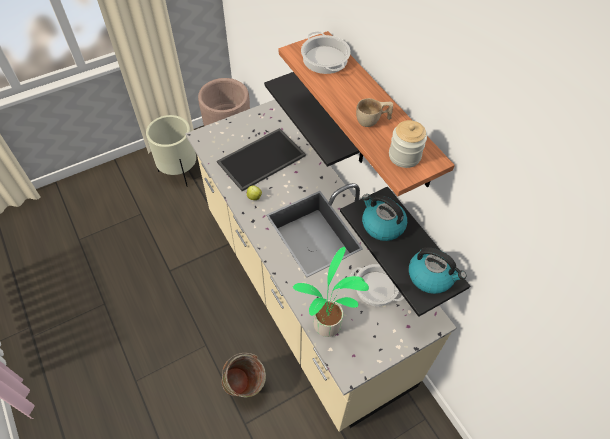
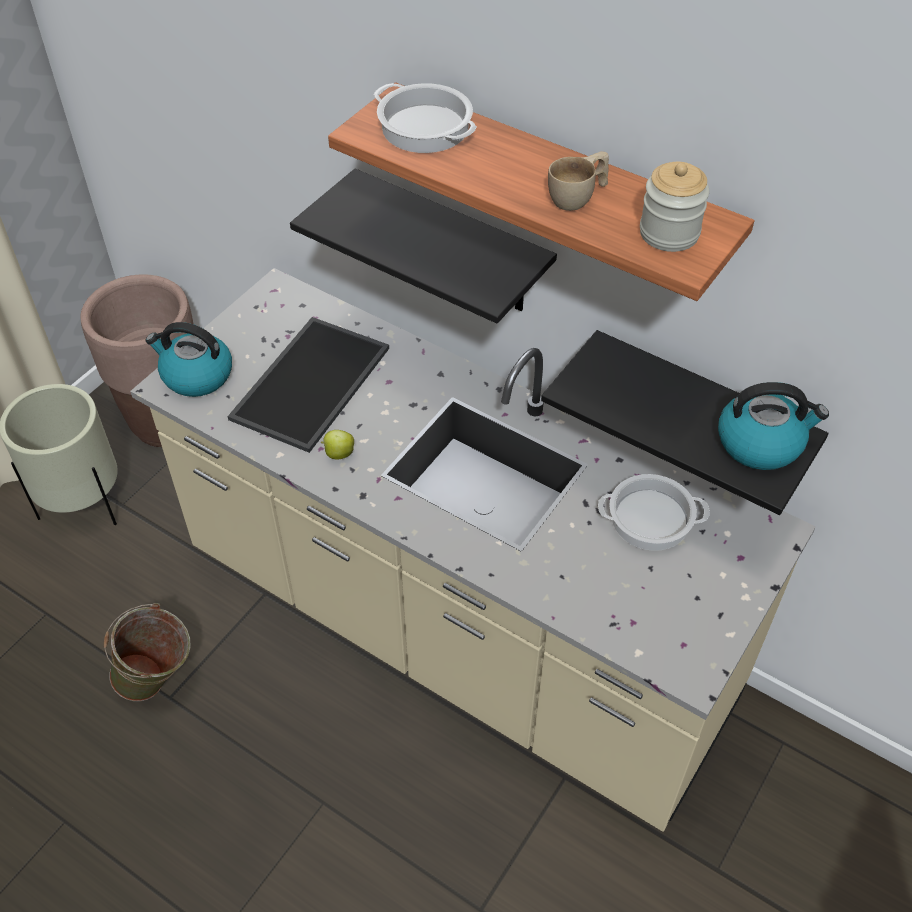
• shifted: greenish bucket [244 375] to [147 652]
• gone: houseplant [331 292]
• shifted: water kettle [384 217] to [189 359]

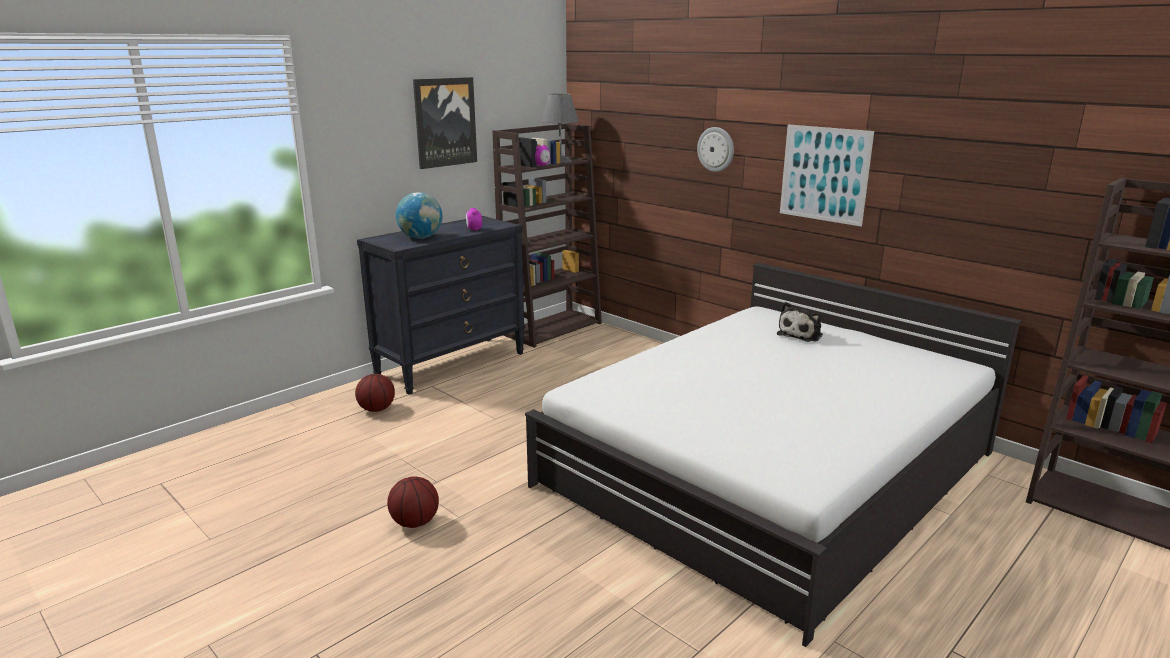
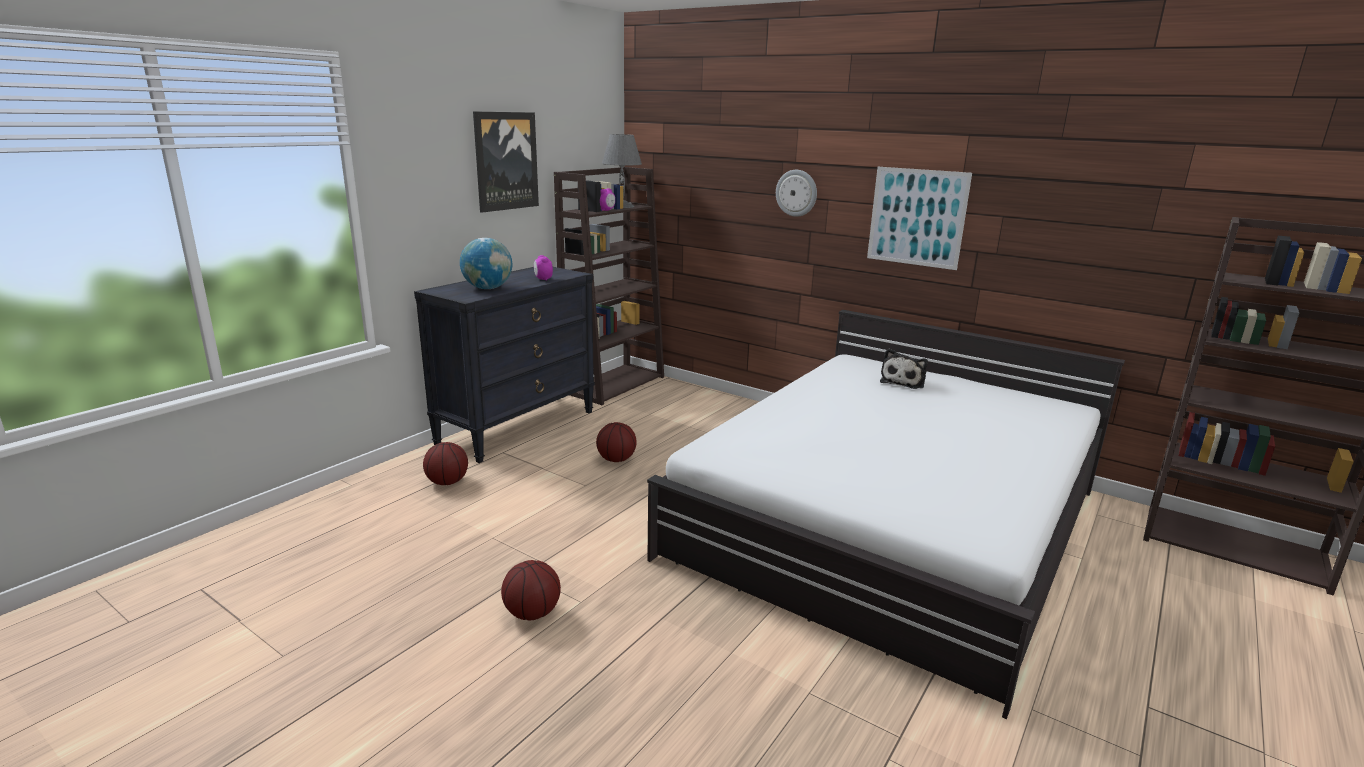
• new: ball for basketball [616 442]

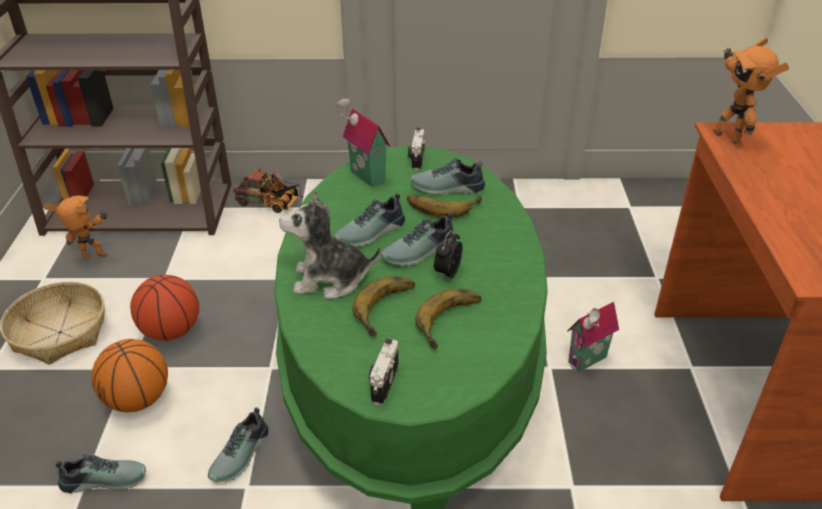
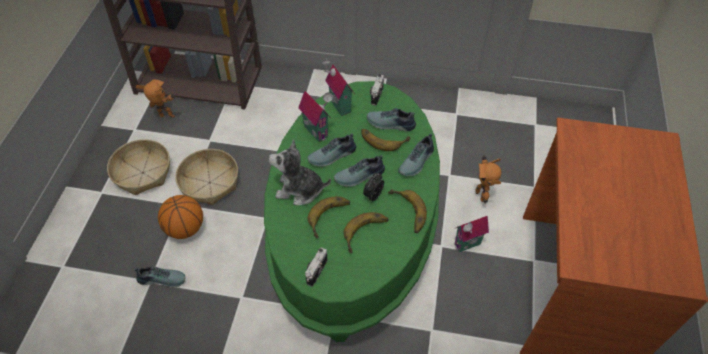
• swapped: ball for basketball [164 308] to storage basket [206 177]
• shifted: low shoe [238 444] to [416 154]
• gone: toy truck [268 191]
• shifted: model robot [751 90] to [488 179]
• new: model house [315 116]
• new: whole banana [407 211]

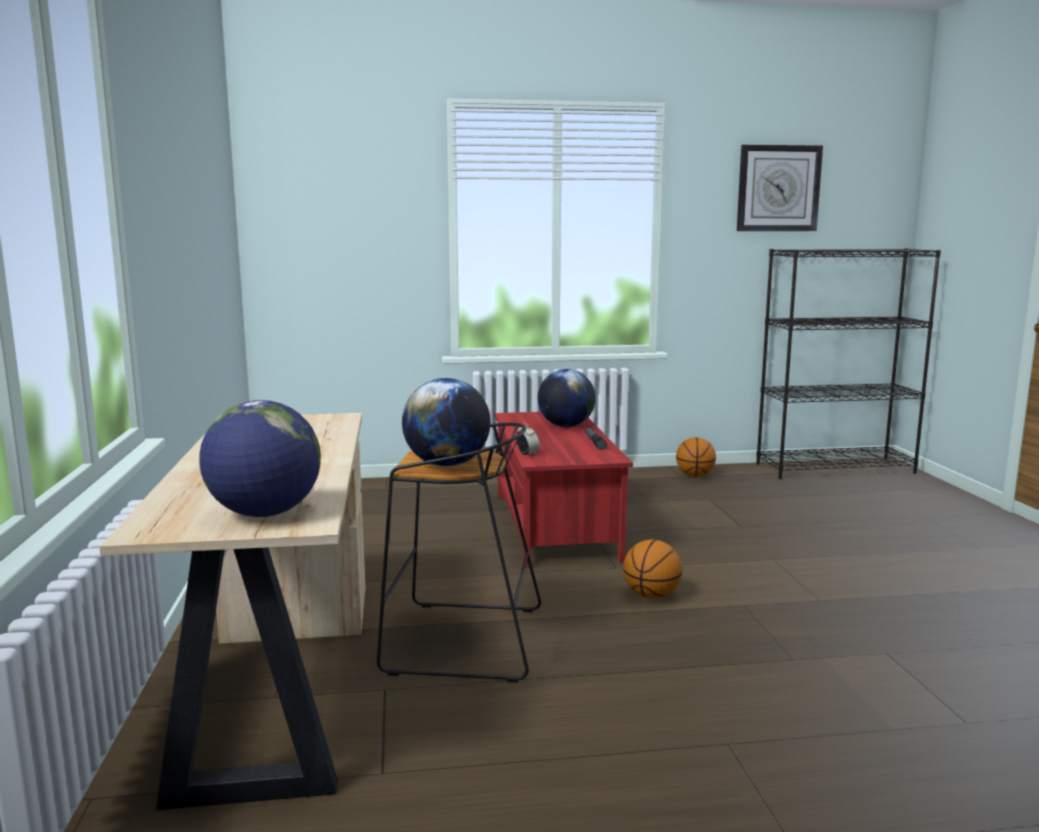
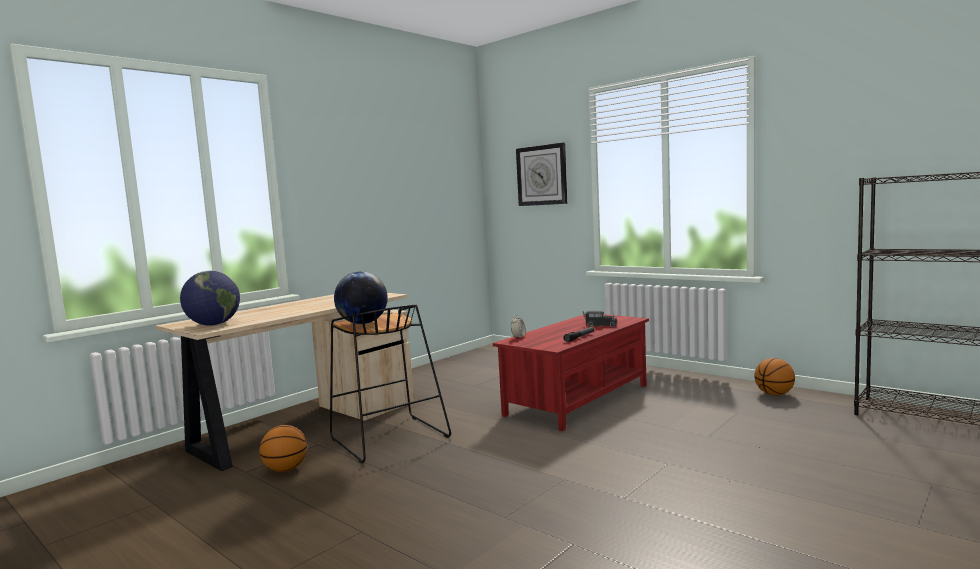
• swapped: world globe [567 398] to toy truck [600 319]
• shifted: ball for basketball [652 569] to [283 448]
• shifted: hanging clock [780 188] to [541 174]

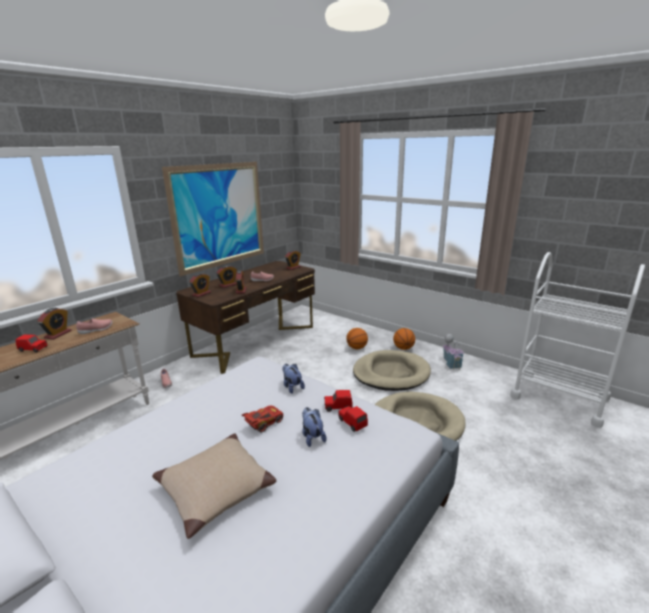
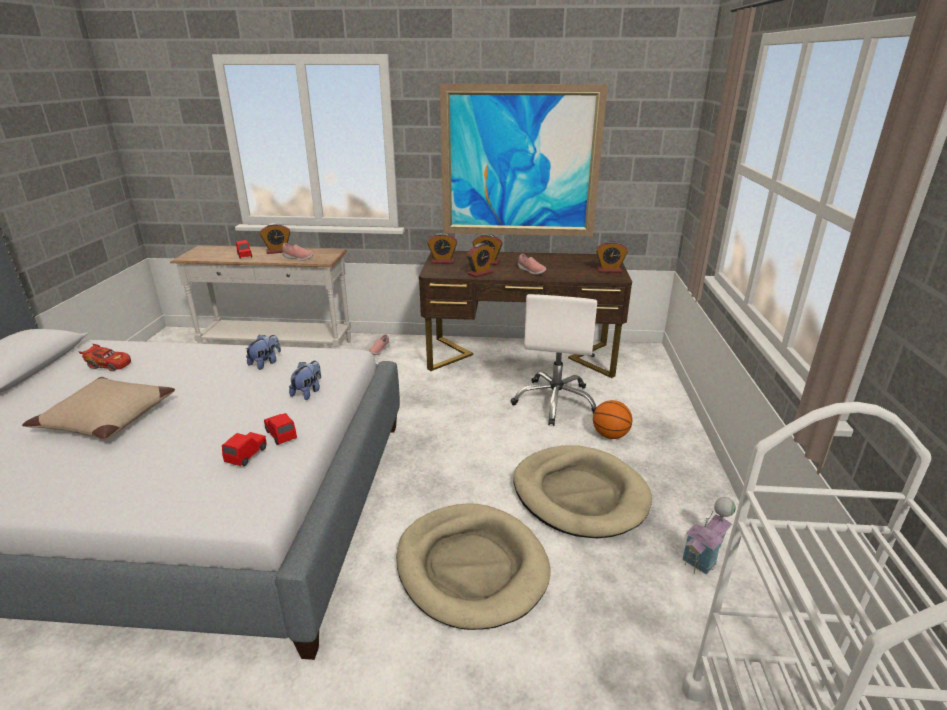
• shifted: red-coloured model car [262 419] to [104 357]
• shifted: soft toy [314 427] to [263 352]
• gone: ball for basketball [404 339]
• new: white office chair [554 360]

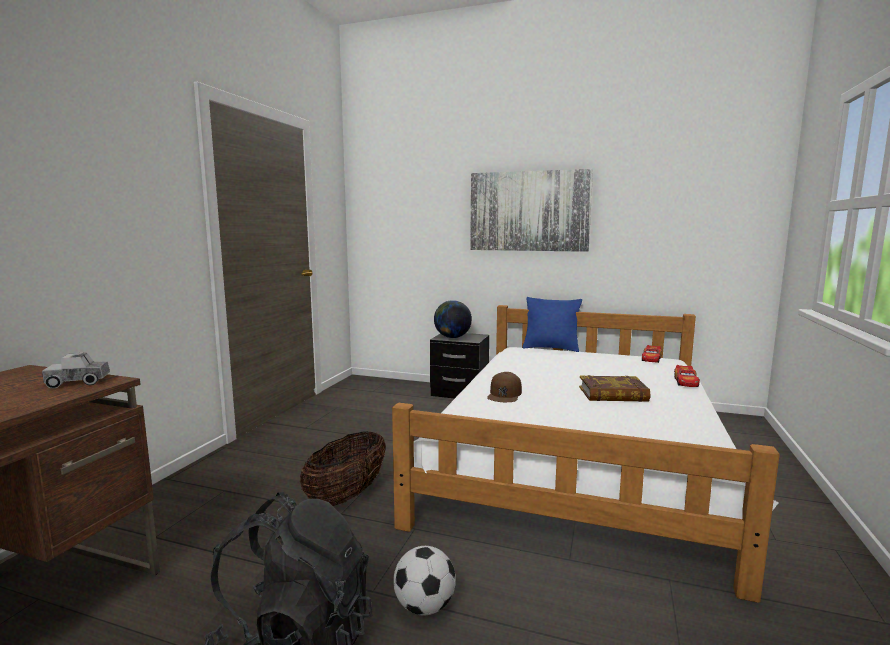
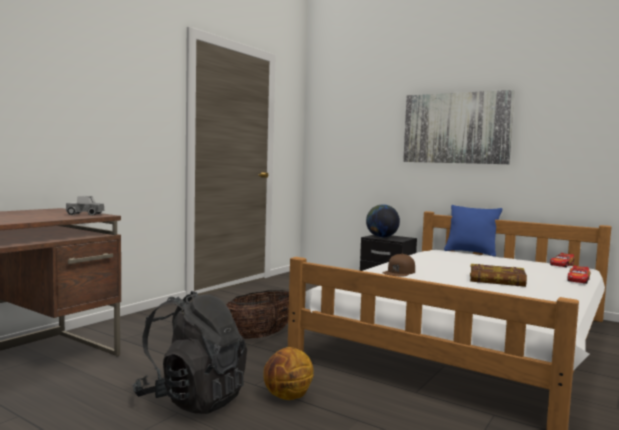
• swapped: football [424 580] to ball for basketball [289 373]

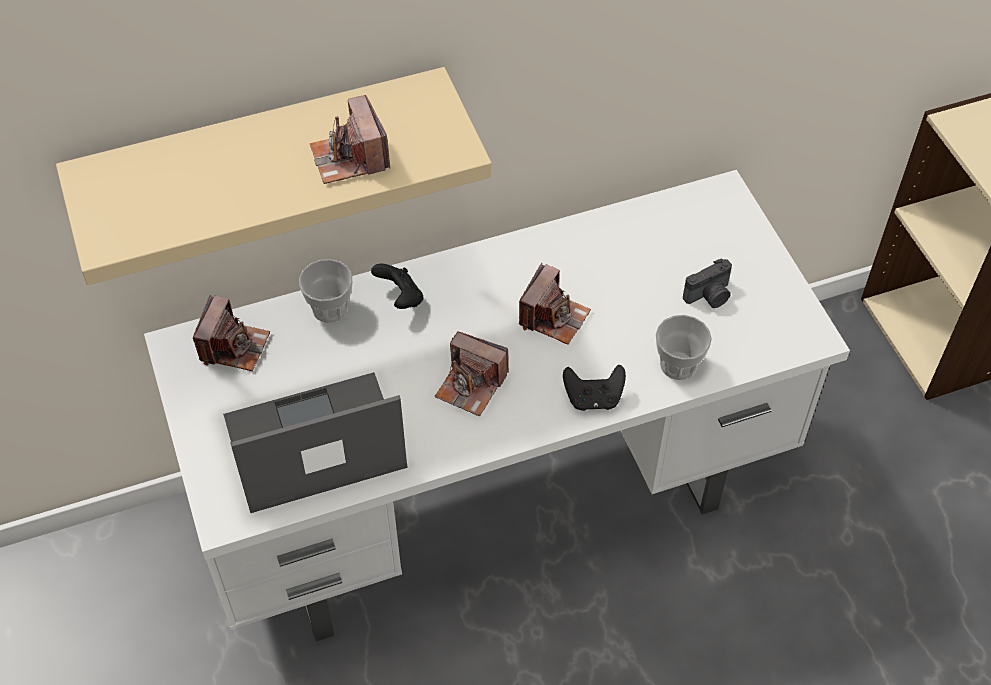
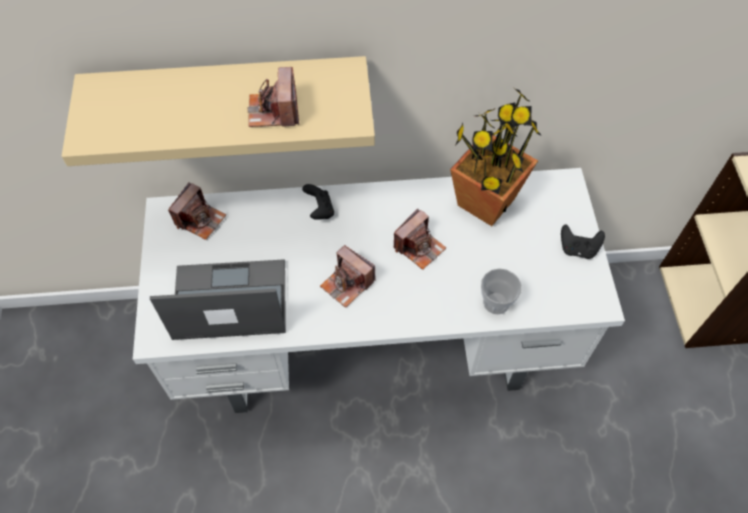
• gone: small cup [326 291]
• shifted: black-coloured game controller [594 388] to [583 241]
• gone: photo camera [707 283]
• new: houseplant [496 156]

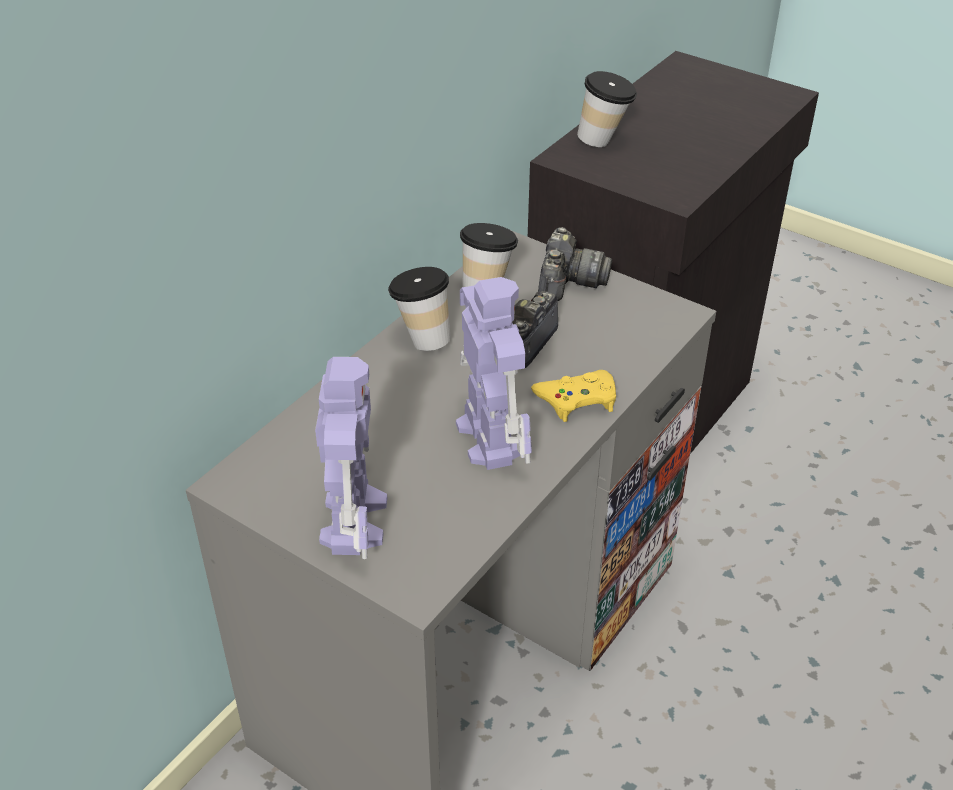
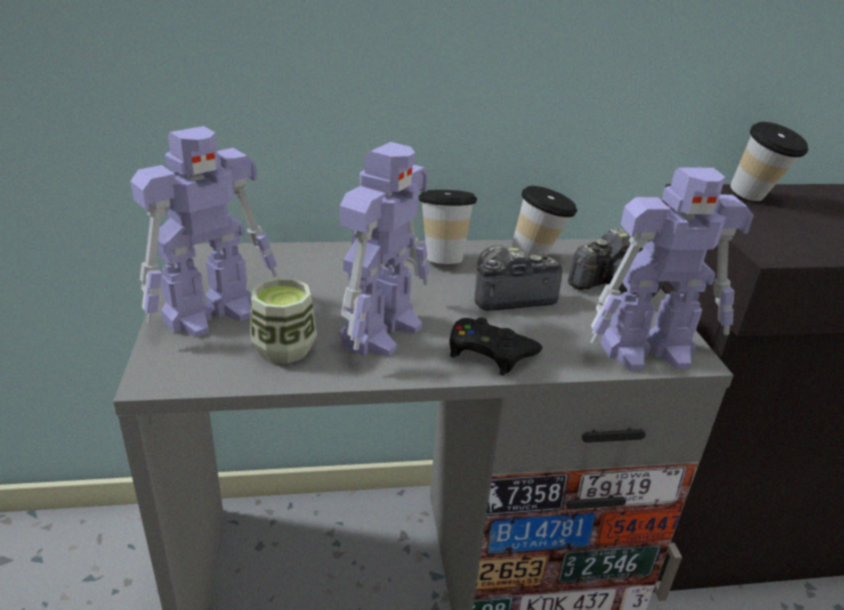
• repainted: yellowish game controller [573 396] to black-coloured game controller [496 347]
• new: small cup [283 321]
• new: model robot [672 268]

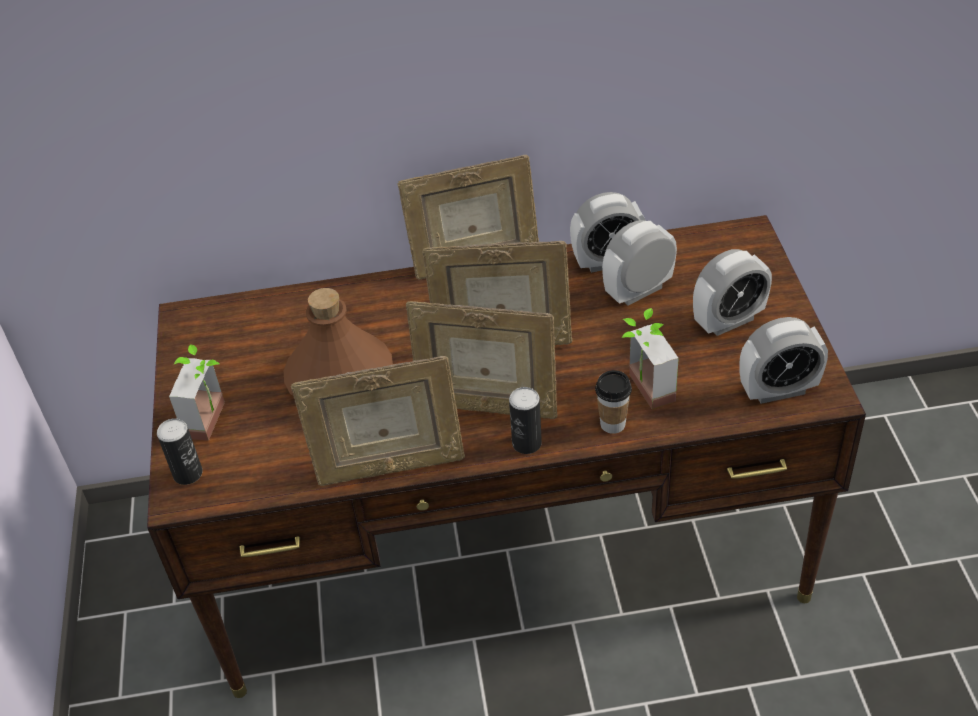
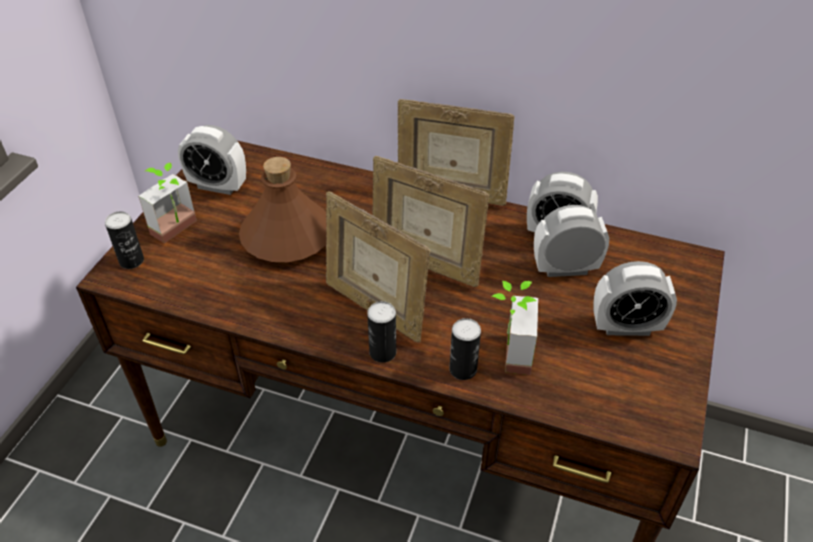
• gone: standing frame [378 421]
• swapped: small cup [613 402] to sealed can [465 349]
• shifted: alarm clock [783 360] to [212 160]

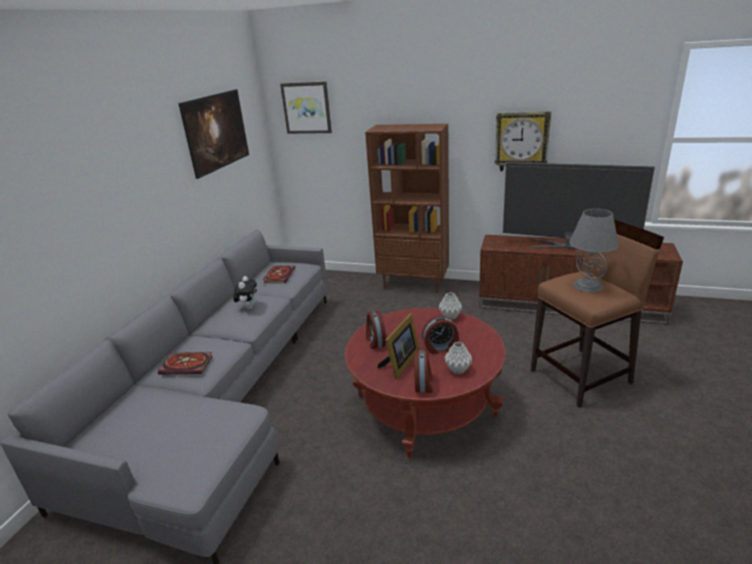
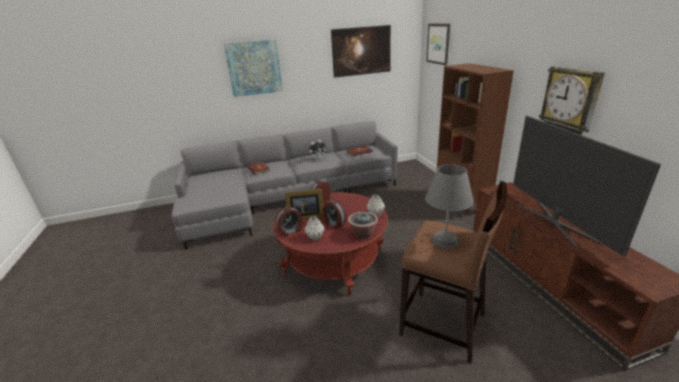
• new: wall art [253 68]
• new: houseplant [363 225]

